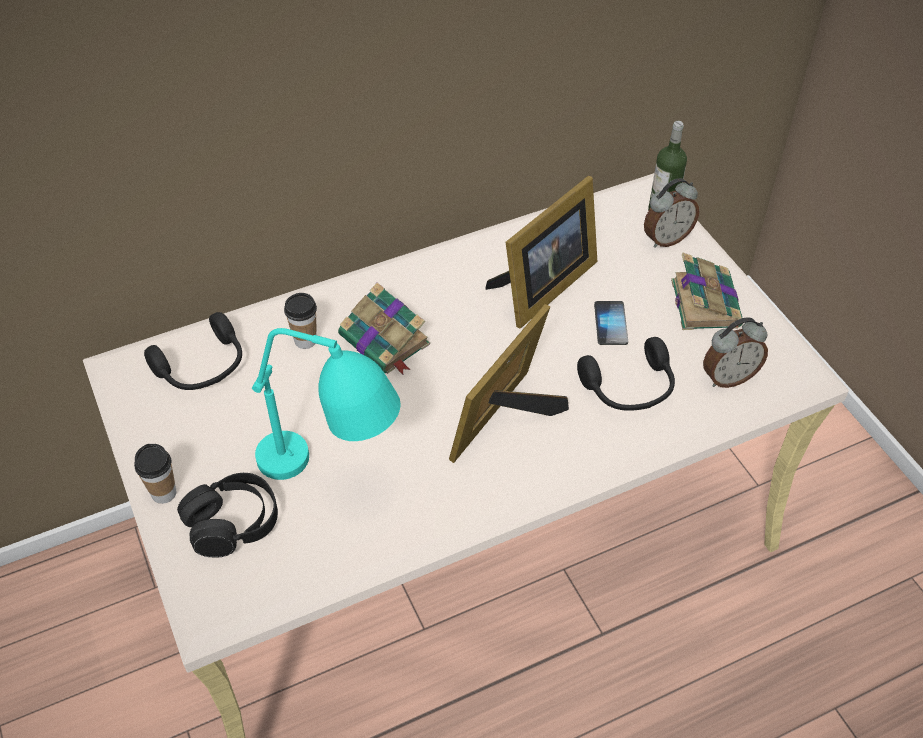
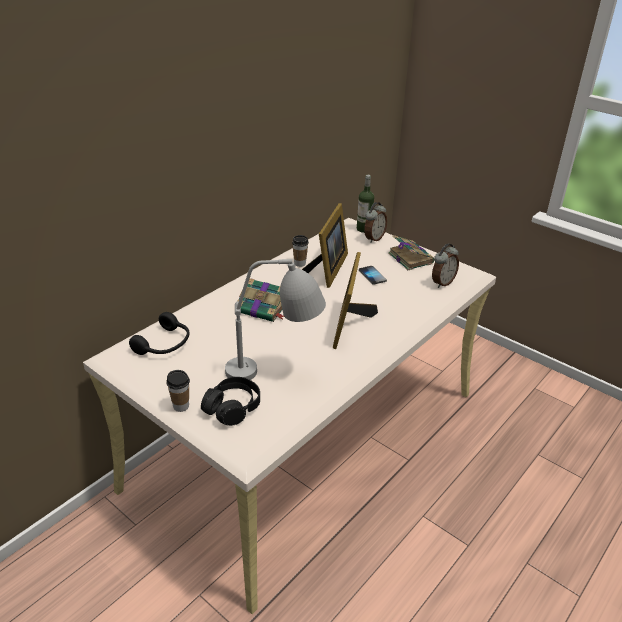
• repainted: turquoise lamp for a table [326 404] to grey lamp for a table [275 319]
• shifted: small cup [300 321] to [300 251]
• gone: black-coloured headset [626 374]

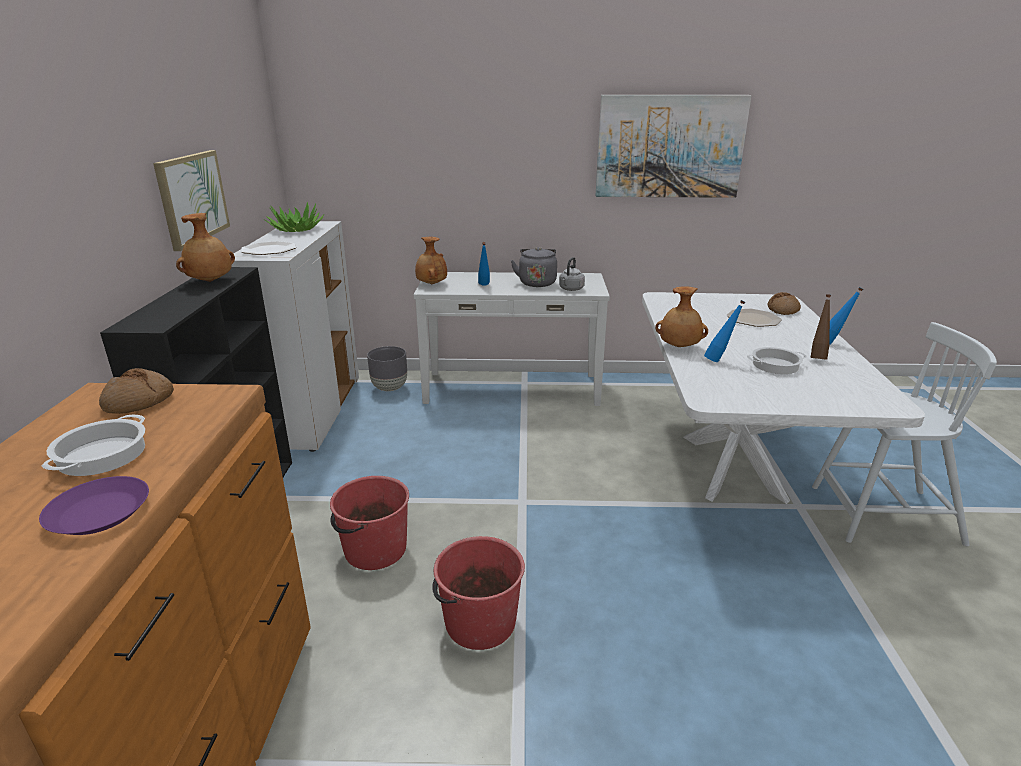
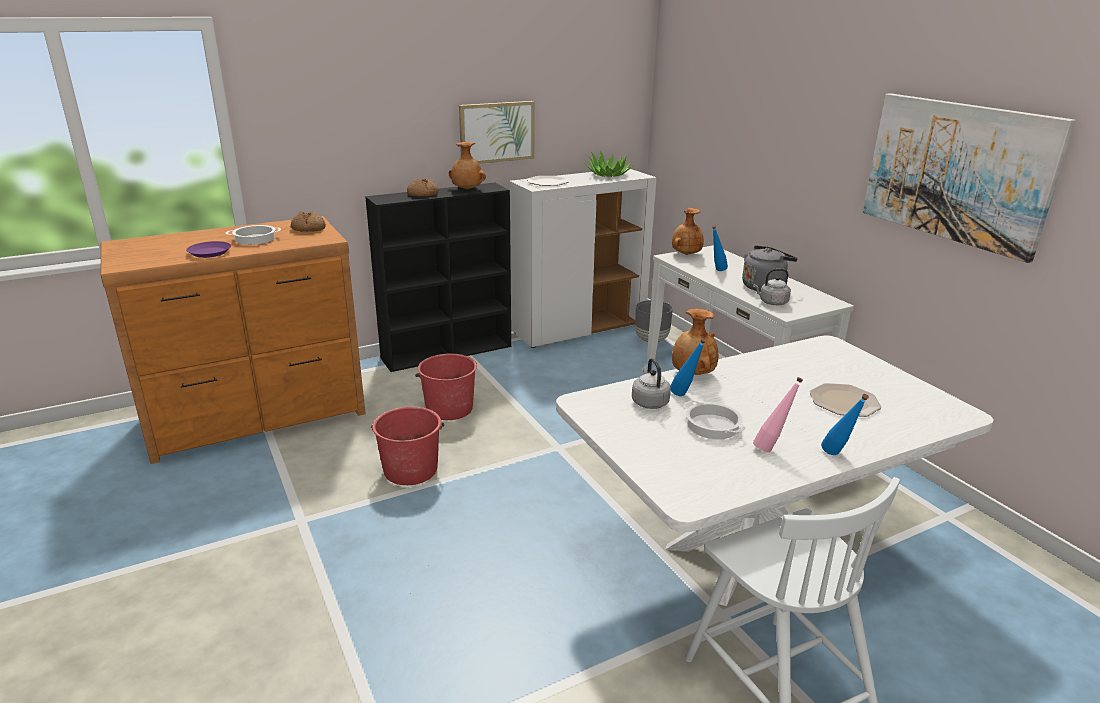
• shifted: bakery bread [784 303] to [423 187]
• repainted: brown-coloured beverage bottle [820 327] to pinkish beverage bottle [778 414]
• new: grey water kettle [651 383]

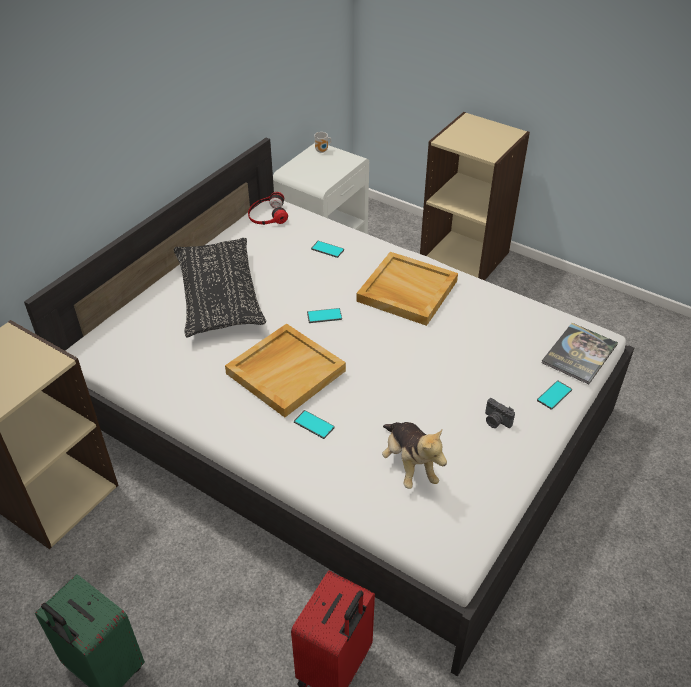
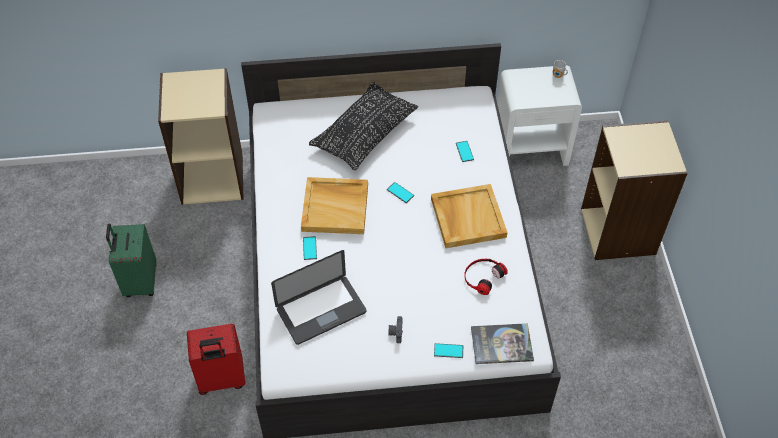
• shifted: headset [268 208] to [486 277]
• swapped: soft toy [414 455] to notebook computer [319 297]

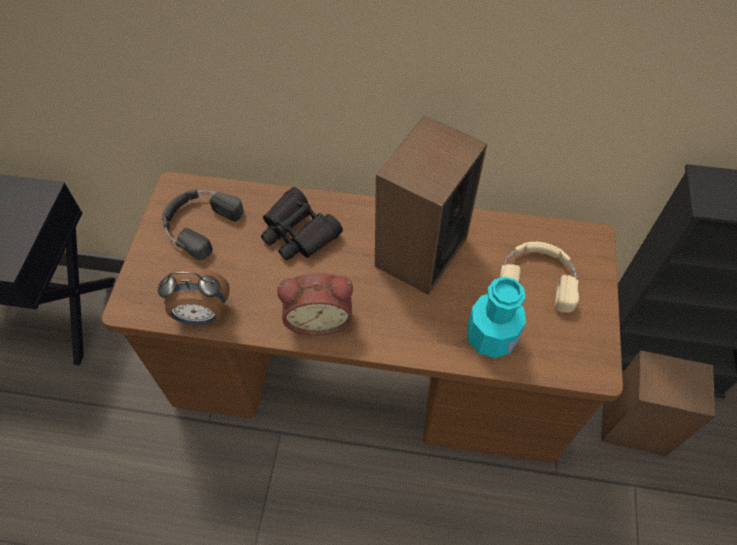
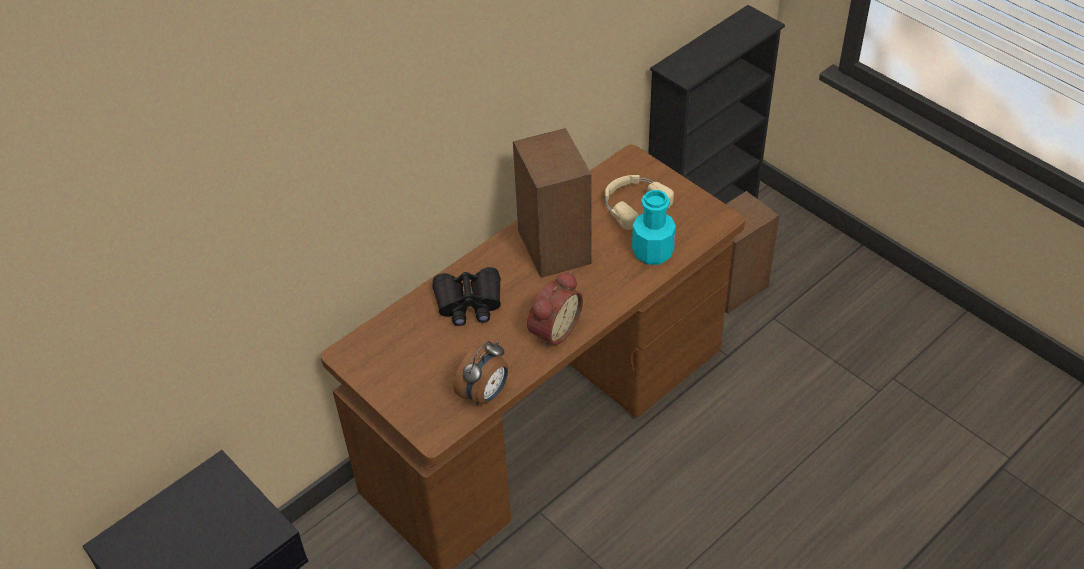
• gone: black-coloured headset [202 224]

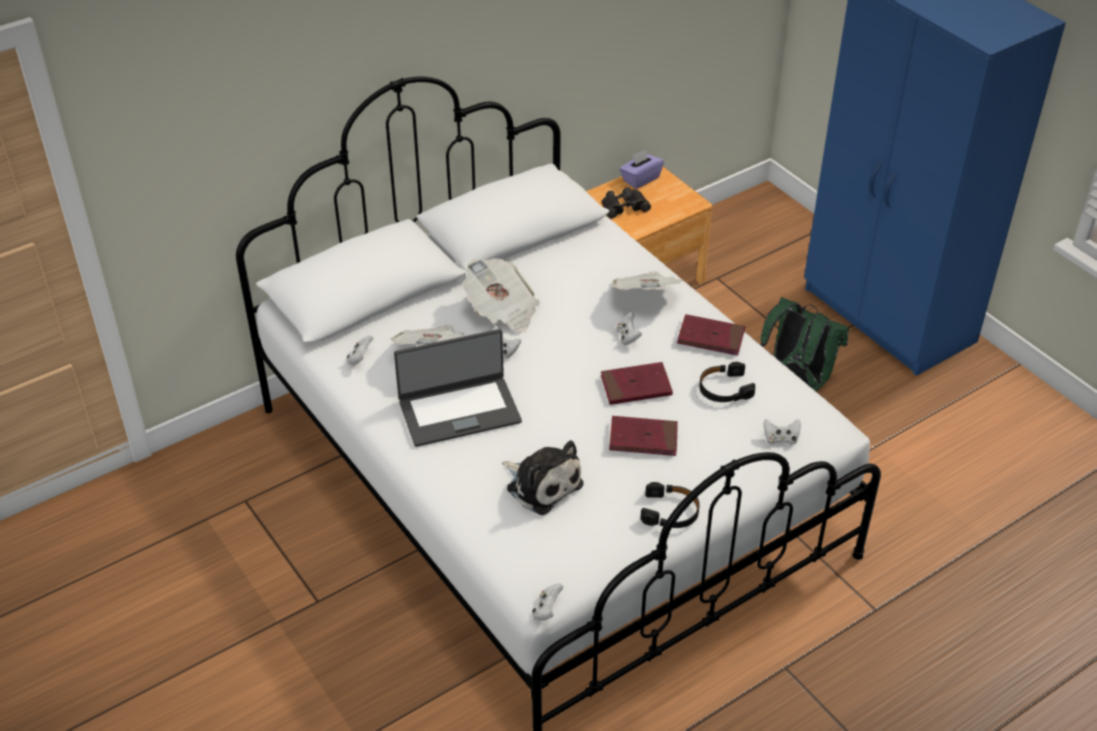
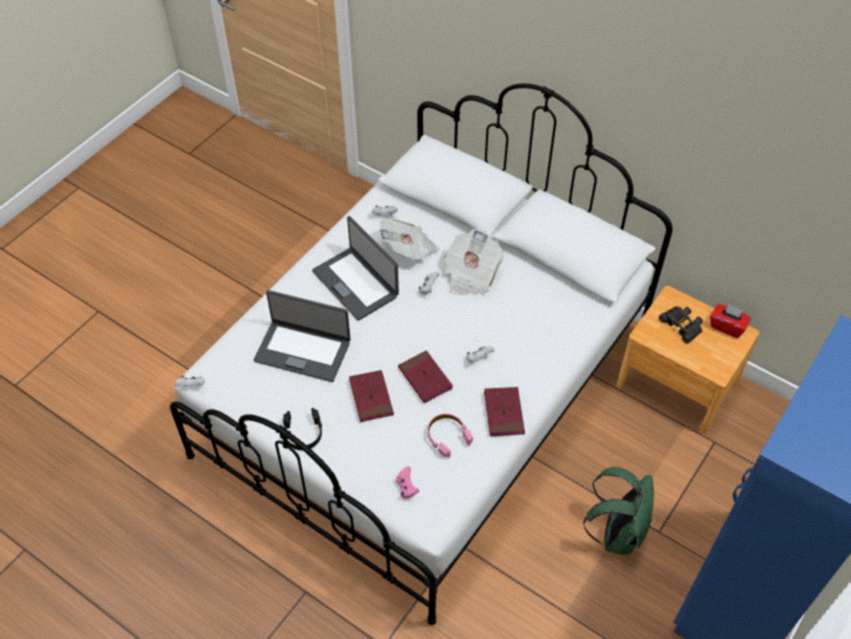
• swapped: soft toy [543 477] to notebook computer [302 336]
• gone: printed paper [647 281]
• repainted: purple-coloured tissue box [642 169] to red-coloured tissue box [730 321]
• repainted: black-coloured headset [727 382] to pinkish headset [450 436]
• repainted: white game controller [782 432] to pinkish game controller [407 482]

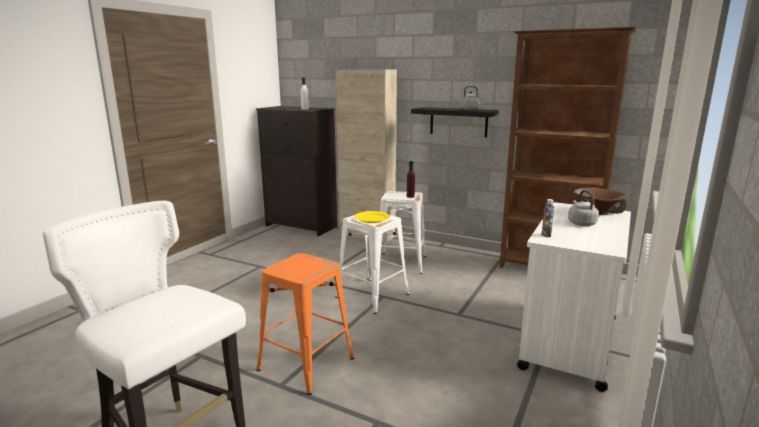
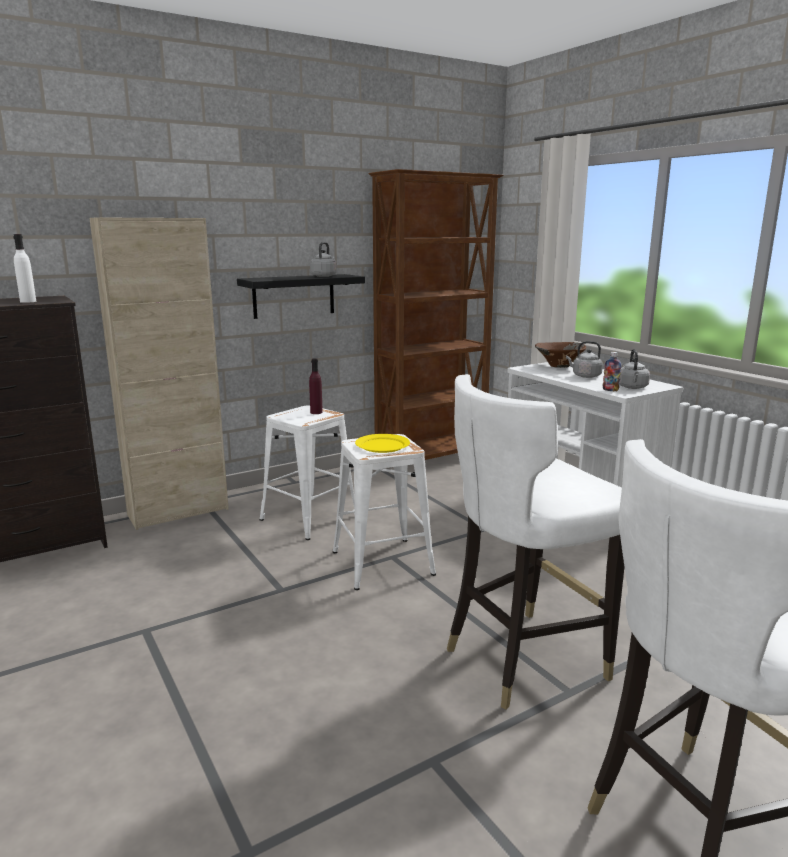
• swapped: orange-coloured sitting stool [305 324] to white chair [536 542]
• new: grey water kettle [634 369]

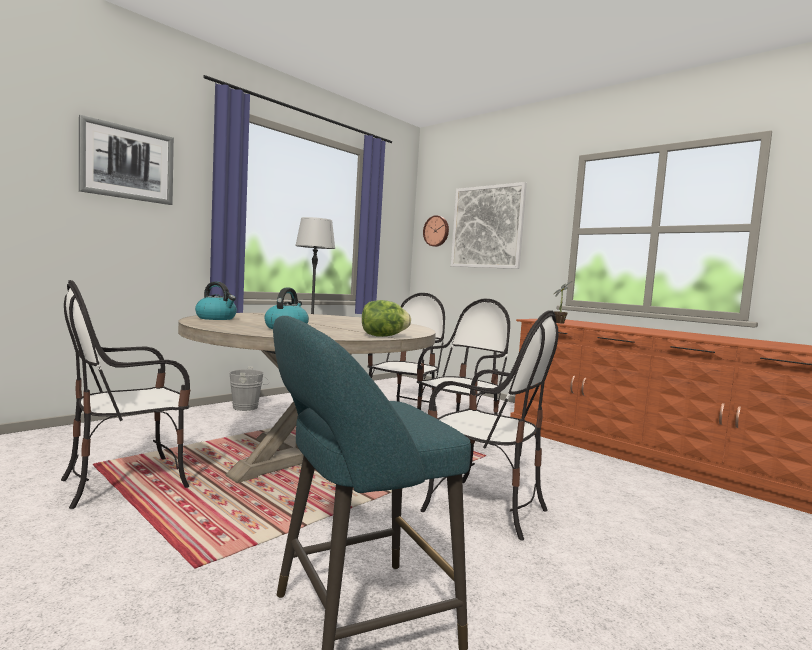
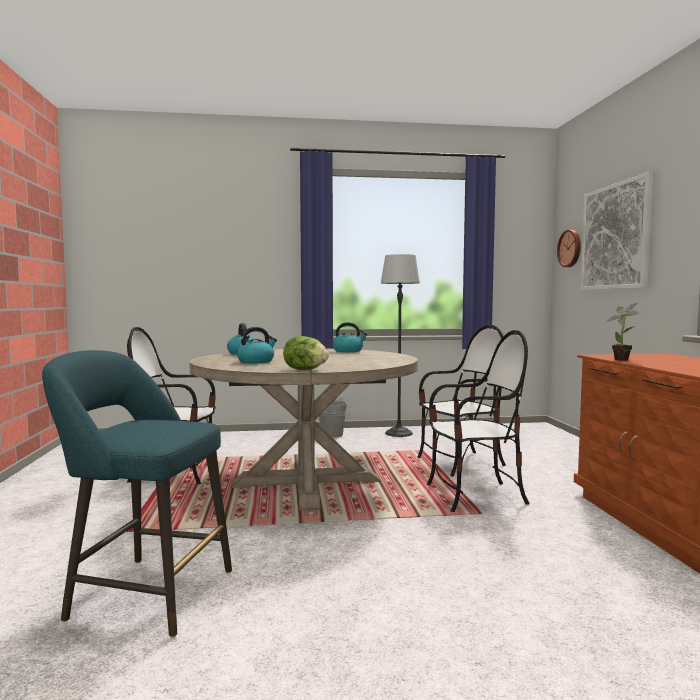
• gone: wall art [126 160]
• gone: chair [489 425]
• new: water kettle [350 337]

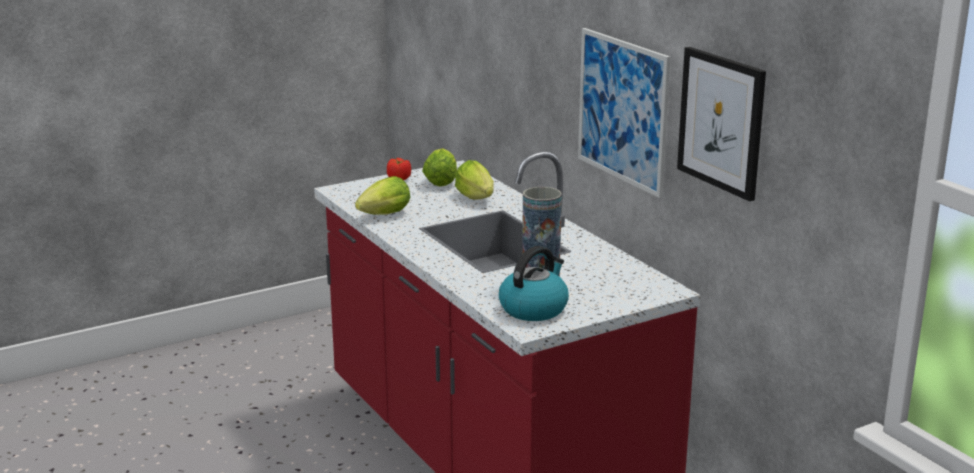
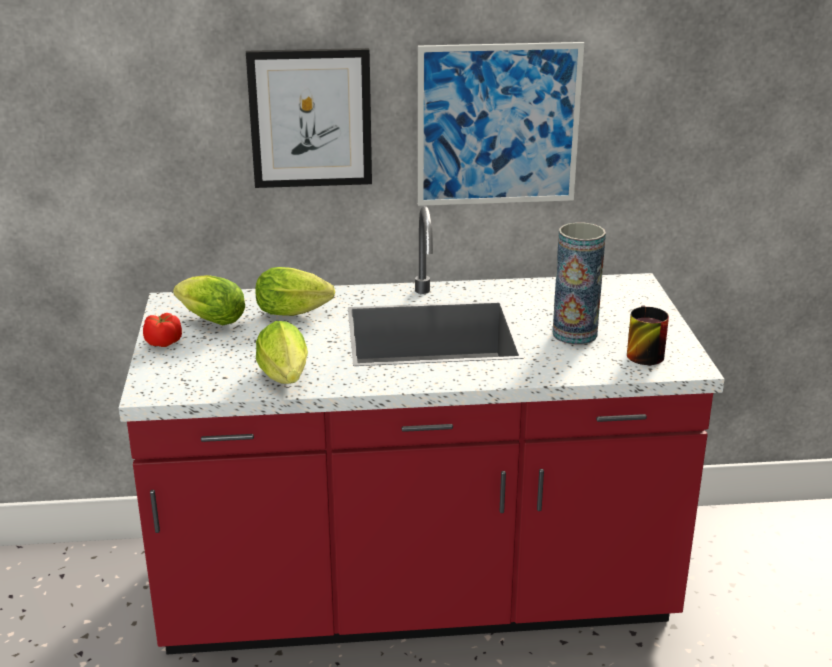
• swapped: water kettle [534 283] to coffee mug [648 335]
• shifted: wall art [721 124] to [309 118]

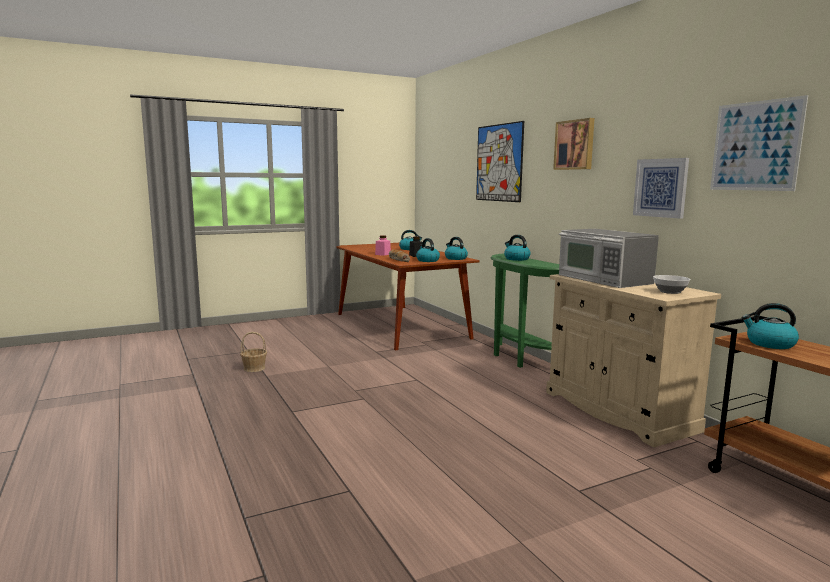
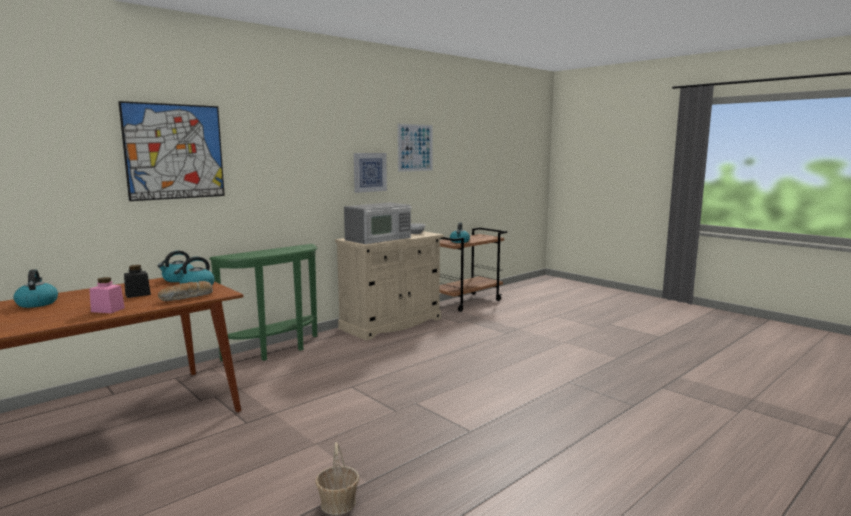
• gone: water kettle [517 248]
• gone: wall art [574 144]

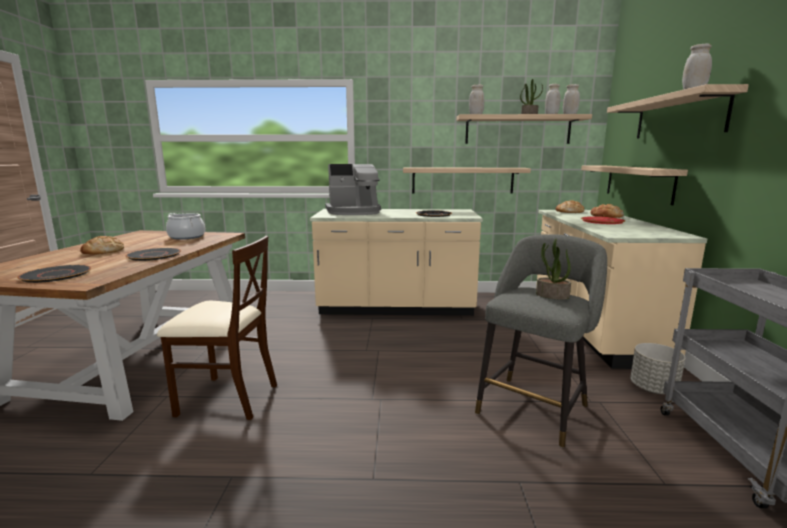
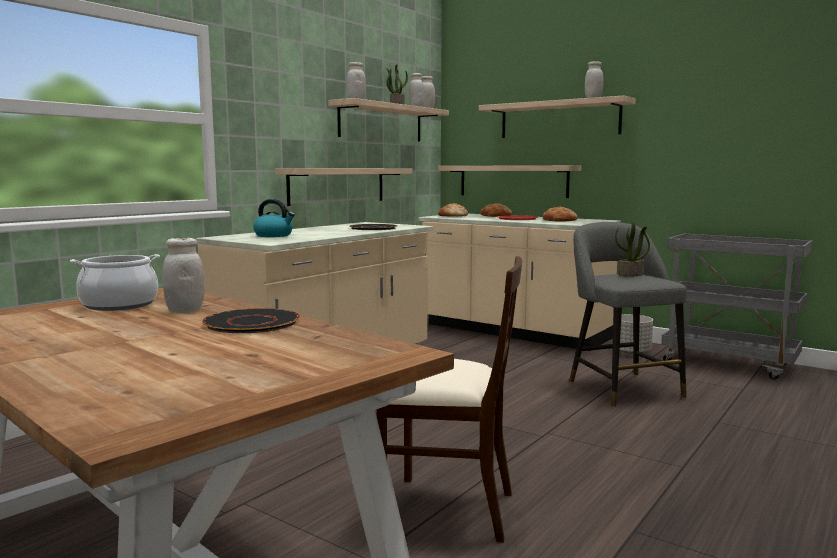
• gone: black-coloured plate [54 274]
• shifted: bakery bread [102 245] to [560 214]
• rotated: beige chair [217 328] = [449 399] 60 degrees clockwise
• swapped: coffee maker [353 189] to water kettle [274 218]
• new: white jar [183 275]

